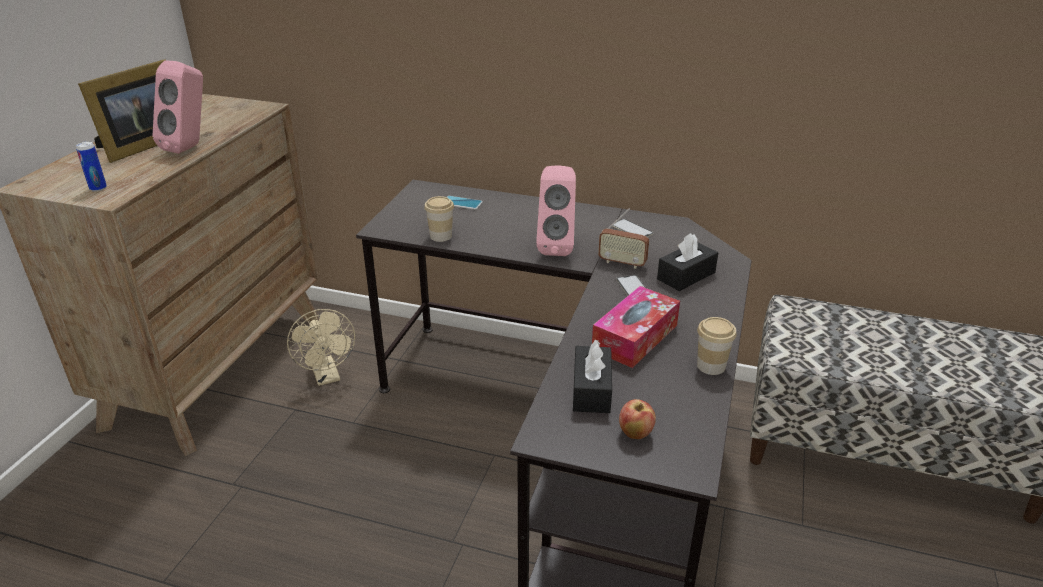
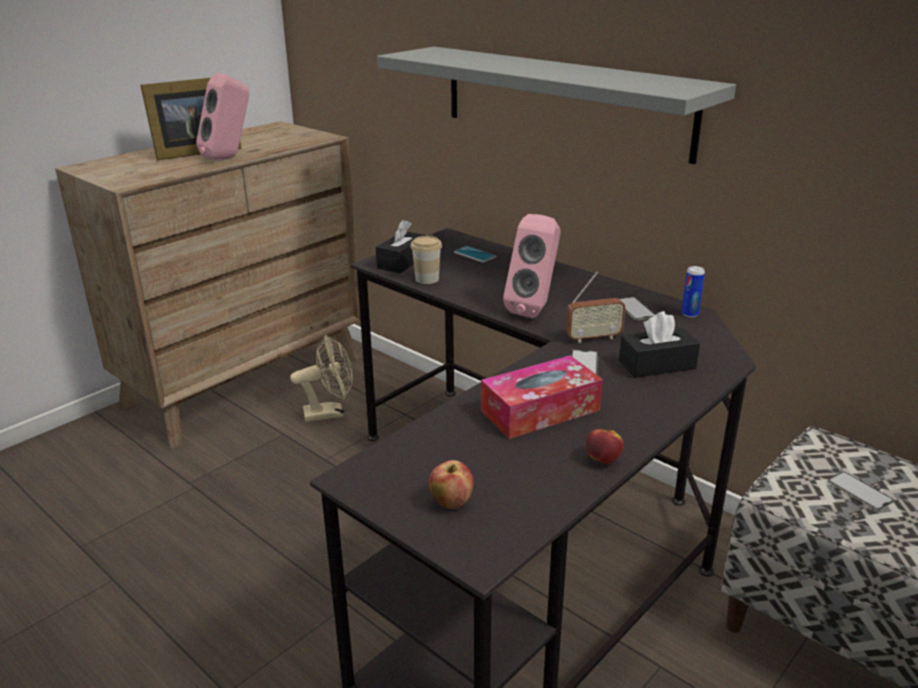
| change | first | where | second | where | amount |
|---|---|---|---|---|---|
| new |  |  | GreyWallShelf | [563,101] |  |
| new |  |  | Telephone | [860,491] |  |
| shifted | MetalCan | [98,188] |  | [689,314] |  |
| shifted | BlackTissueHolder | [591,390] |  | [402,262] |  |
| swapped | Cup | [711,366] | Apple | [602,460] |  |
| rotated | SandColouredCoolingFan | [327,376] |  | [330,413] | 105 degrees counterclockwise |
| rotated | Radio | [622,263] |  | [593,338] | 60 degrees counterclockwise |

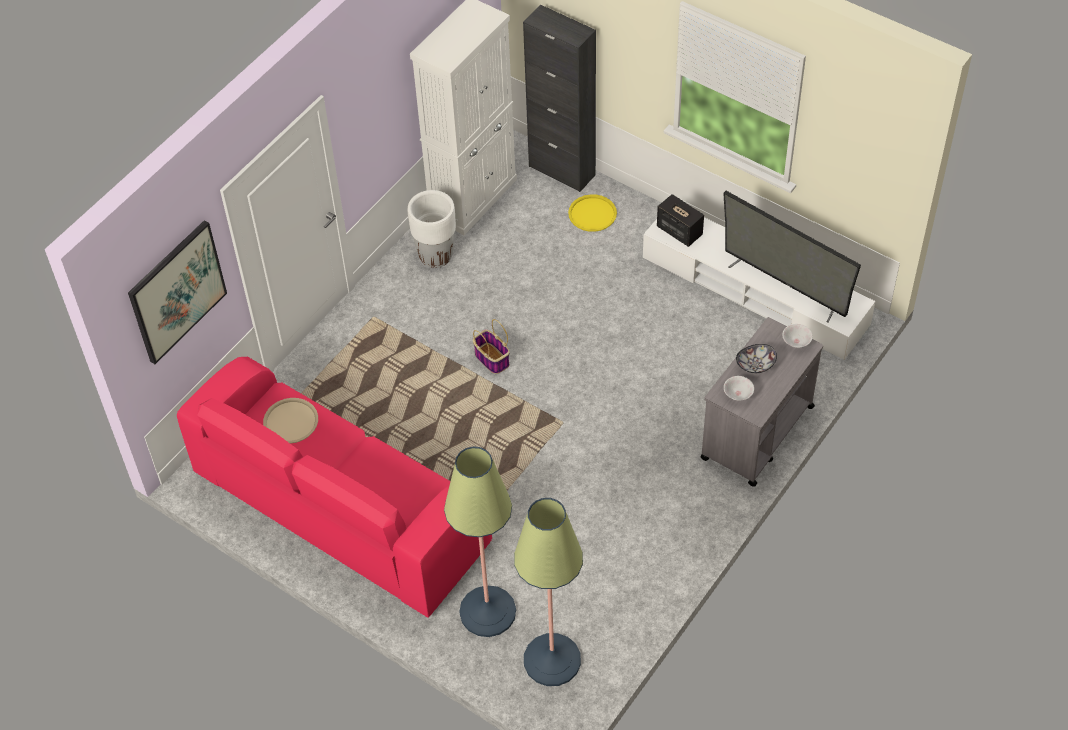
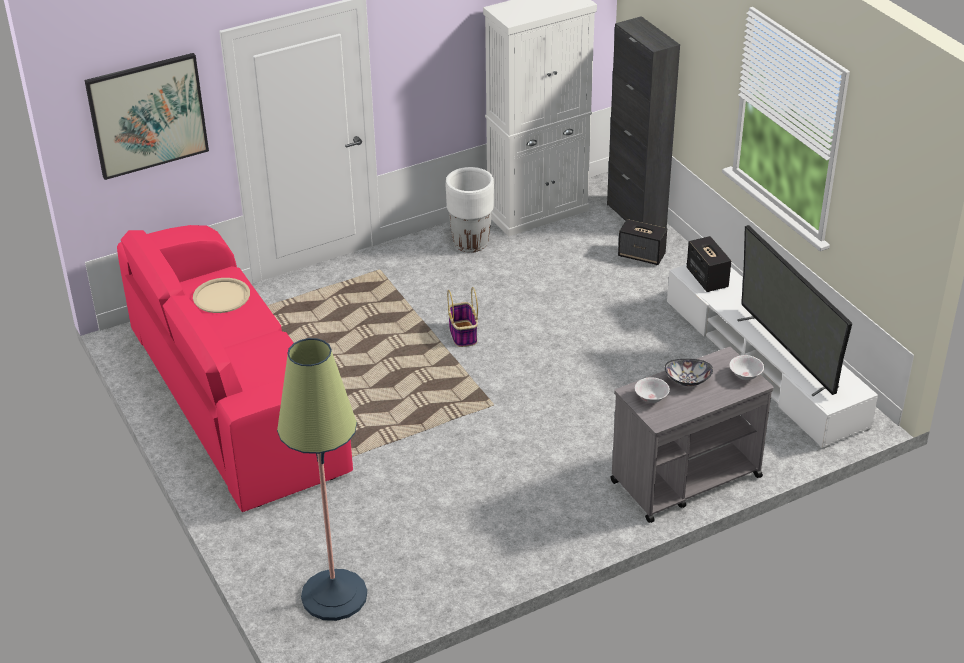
| change | first | where | second | where | amount |
|---|---|---|---|---|---|
| gone | StandingLamp | [487,612] |  |  |  |
| swapped | YellowServingTray | [592,214] | Speaker | [642,255] |  |

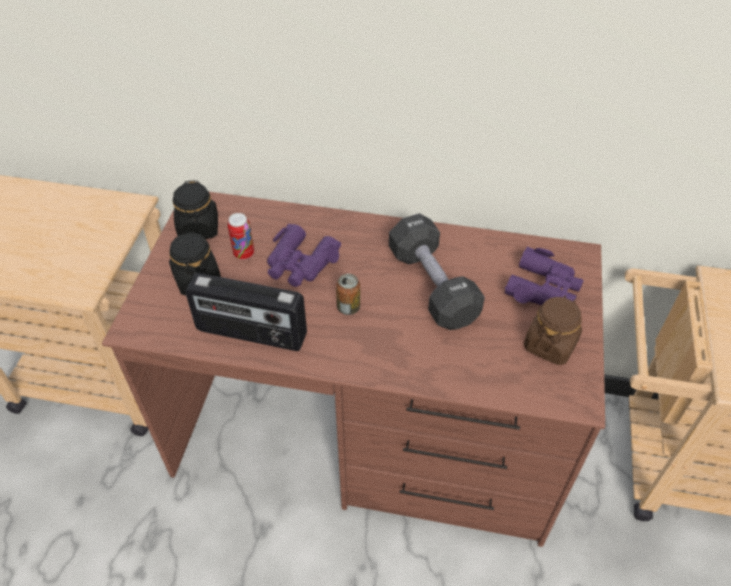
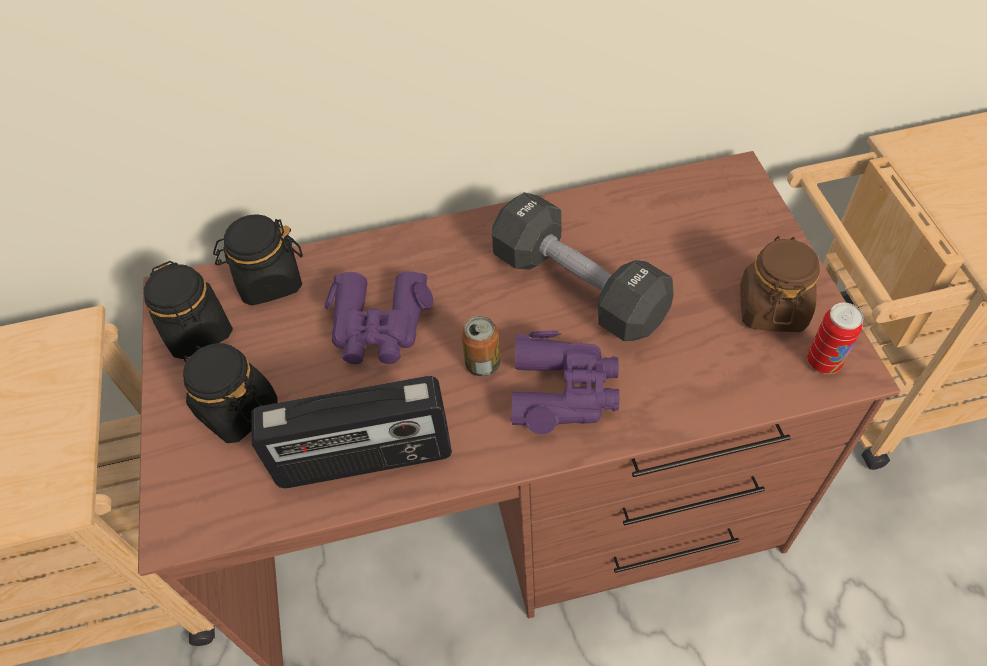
| change | first | where | second | where | amount |
|---|---|---|---|---|---|
| new |  |  | BlackJar | [270,281] |  |
| shifted | MetalCan | [244,254] |  | [823,362] |  |
| shifted | PurplePairOfBinoculars | [543,288] |  | [564,390] |  |

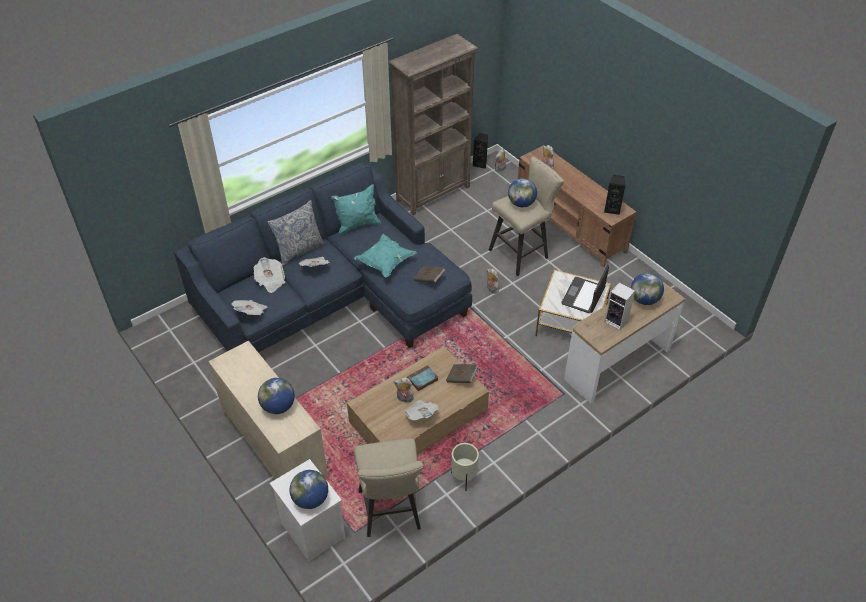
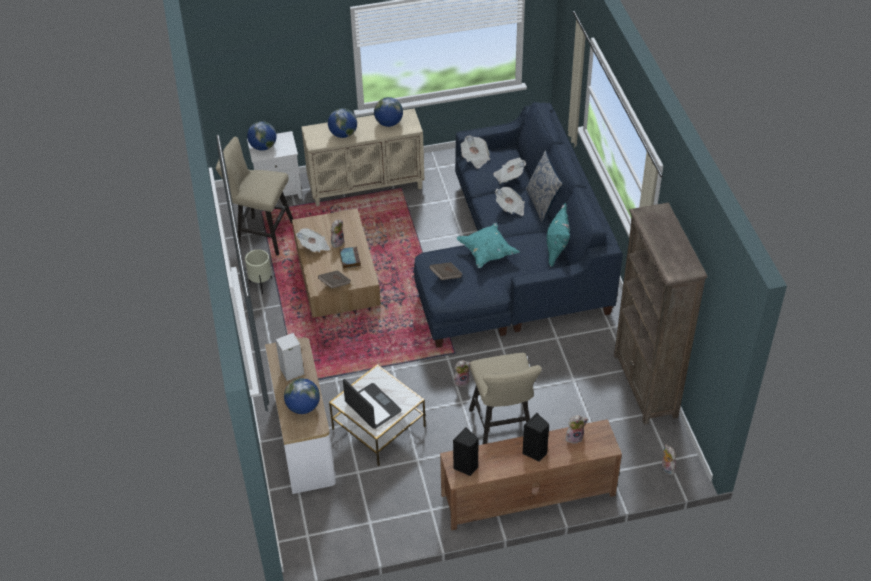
| change | first | where | second | where | amount |
|---|---|---|---|---|---|
| shifted | BlackSpeaker | [480,164] |  | [535,452] |  |
| shifted | WorldGlobe | [521,203] |  | [389,123] |  |

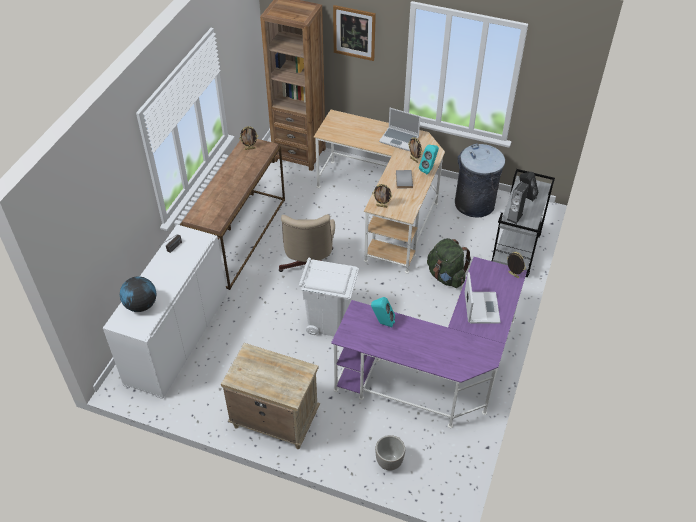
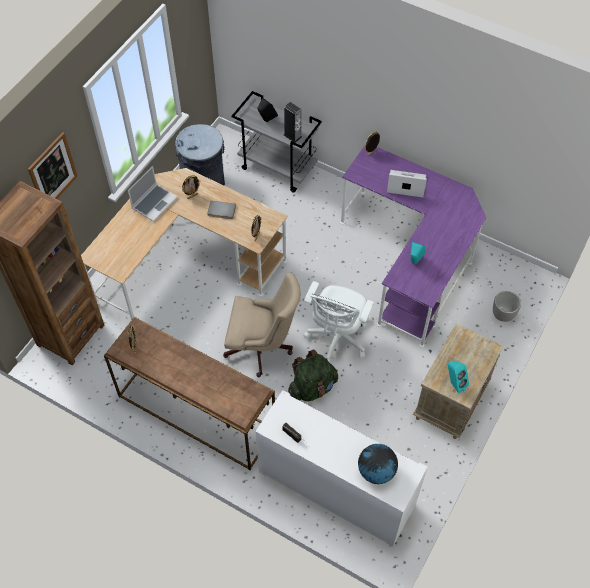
| change | first | where | second | where | amount |
|---|---|---|---|---|---|
| shifted | TurquoiseColouredSpeaker | [429,169] |  | [454,383] |  |
| shifted | GreenColouredRucksack | [446,276] |  | [312,387] |  |
| swapped | WhiteColouredRubbishBin | [329,321] | WhiteColouredComputerChair | [337,339] |  |

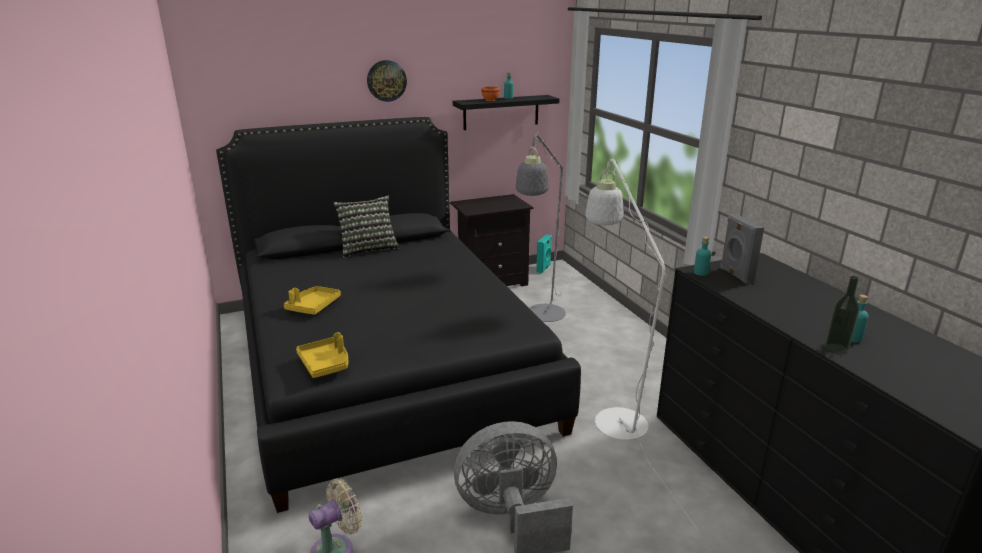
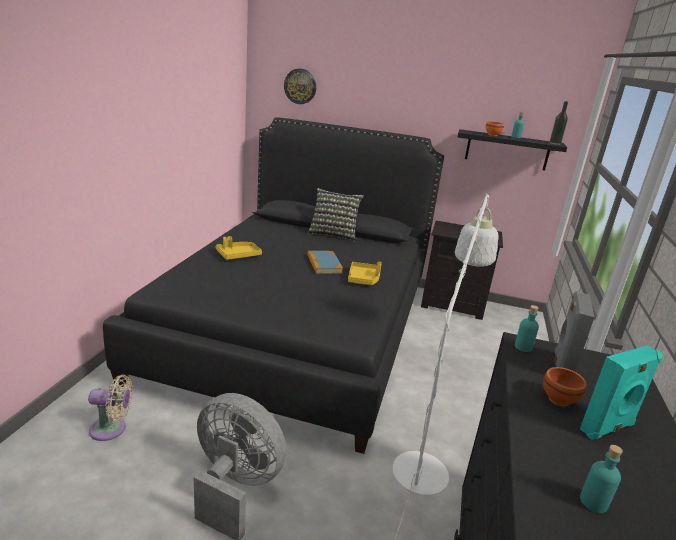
| change | first | where | second | where | amount |
|---|---|---|---|---|---|
| gone | GreyStandingLamp | [543,317] |  |  |  |
| new |  |  | BoundBook | [324,264] |  |
| new |  |  | BrownDeepDish | [558,400] |  |
| shifted | YellowServingTray | [326,364] |  | [364,279] |  |
| shifted | ClockOnTheWall | [386,80] |  | [300,86] |  |
| shifted | TurquoiseColouredSpeaker | [544,269] |  | [608,428] |  |
| shifted | BeverageBottle | [836,348] |  | [555,143] |  |

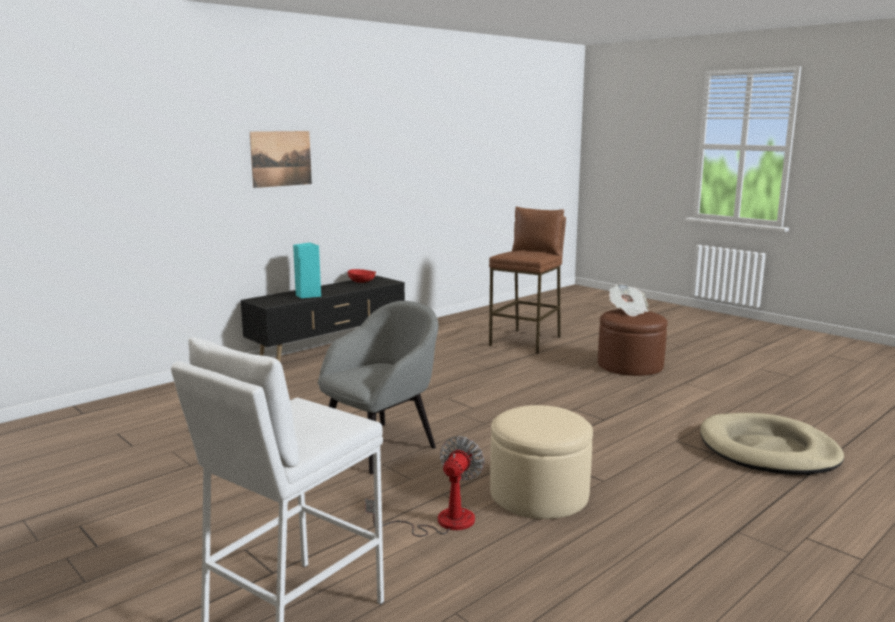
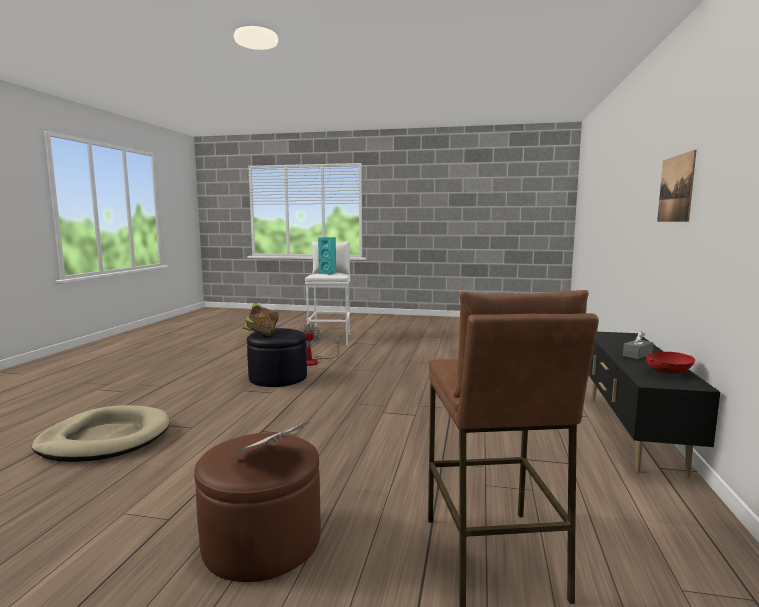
| change | first | where | second | where | amount |
|---|---|---|---|---|---|
| gone | GreyEasyChair | [380,446] |  |  |  |
| new |  |  | BoundBook | [261,333] |  |
| new |  |  | GreyTissueHolder | [637,355] |  |
| shifted | TurquoiseColouredSpeaker | [307,295] |  | [328,273] |  |
| repainted | SandColouredFootrest | [539,494] | BlackFootrest | [278,378] |  |

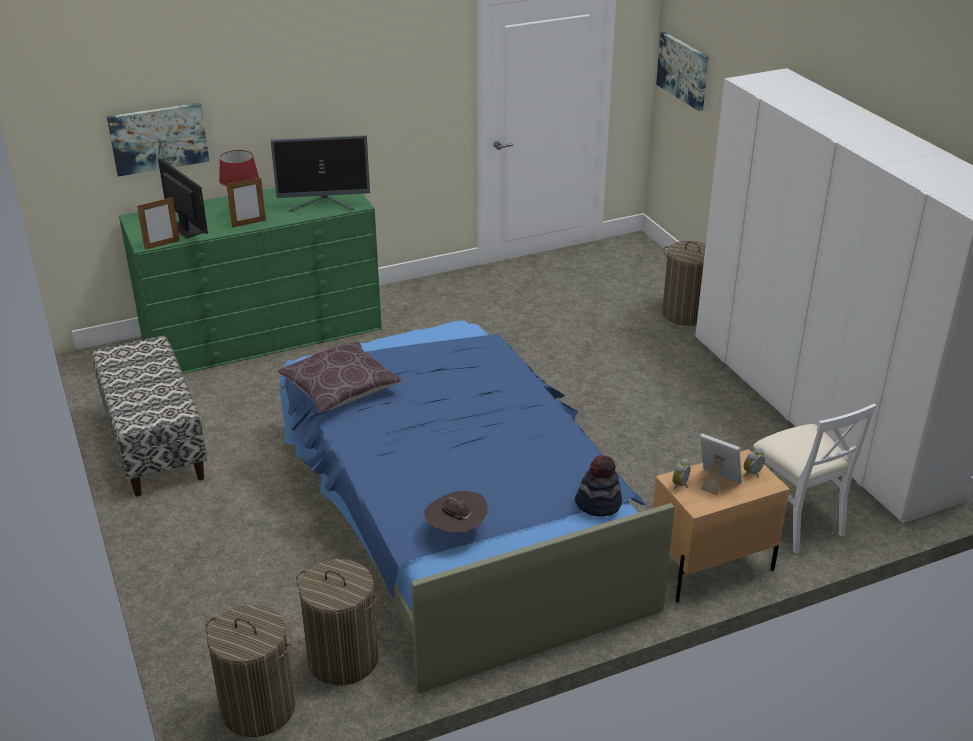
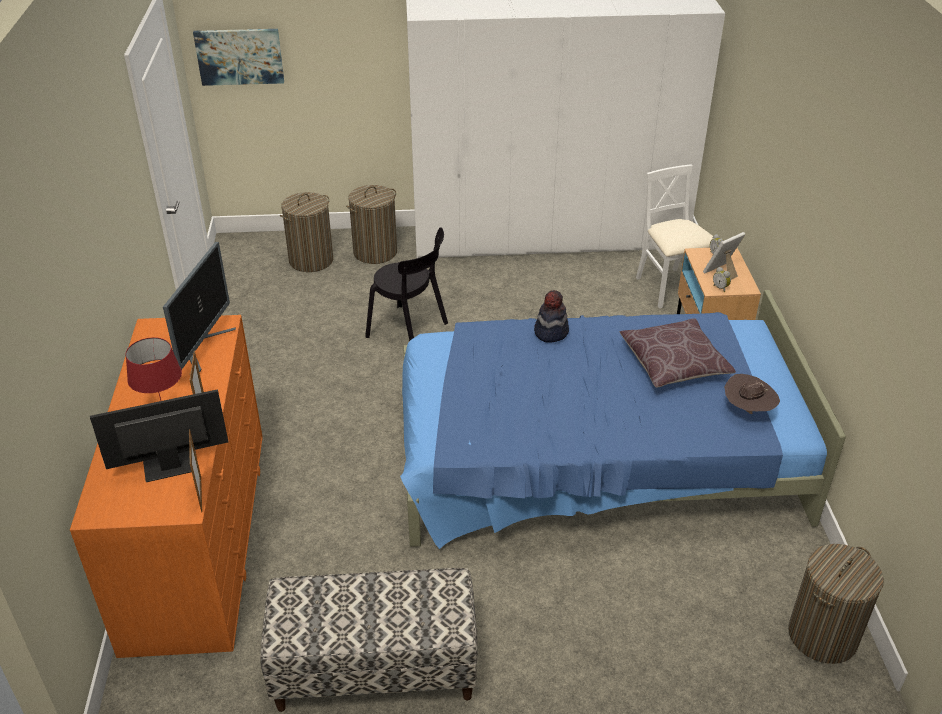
| change | first | where | second | where | amount |
|---|---|---|---|---|---|
| gone | WallPicture | [158,138] |  |  |  |
| new |  |  | BlackUprightChair | [410,331] |  |
| shifted | BrownThrowPillow | [340,389] |  | [674,364] |  |
| shifted | WashingBasket | [343,659] |  | [311,260] |  |
| shifted | Hat | [598,503] |  | [550,332] |  |
| repainted | GreenColouredDrawerChest | [262,333] | OrangeDrawerChest | [198,535] |  |
| rotated | WhiteColouredUprightChair | [795,521] |  | [670,288] | 105 degrees counterclockwise |

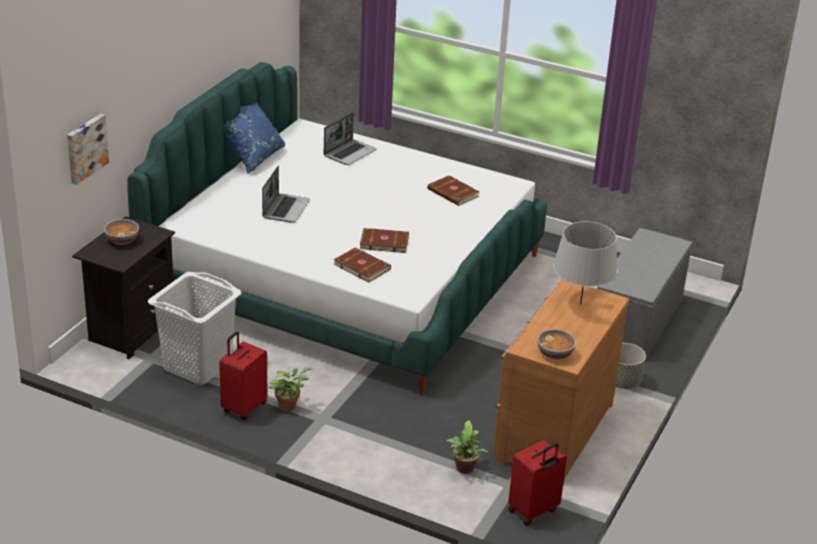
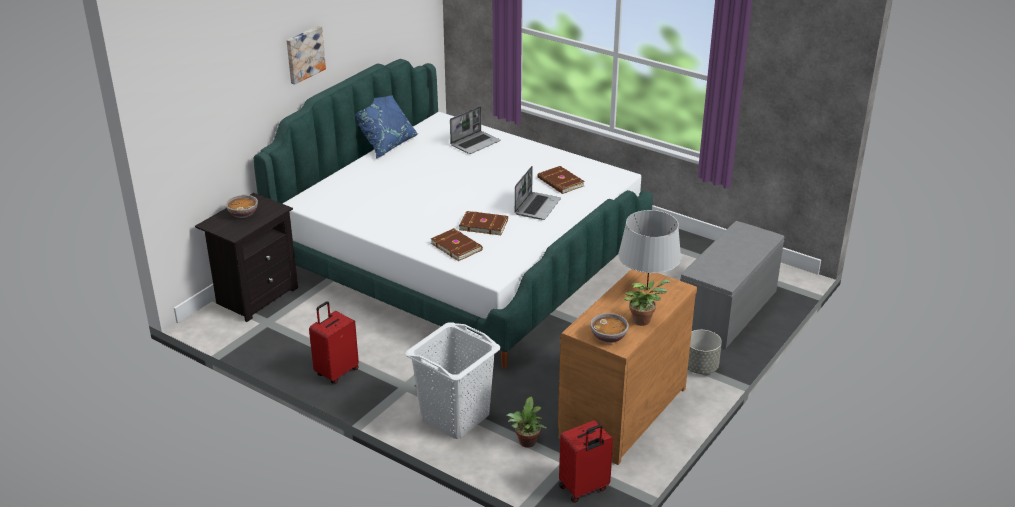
| change | first | where | second | where | amount |
|---|---|---|---|---|---|
| shifted | WallPicture | [85,148] |  | [304,54] |  |
| shifted | WhiteColouredWashingBasket | [198,366] |  | [455,417] |  |
| shifted | NotebookComputer | [285,209] |  | [537,206] |  |
| shifted | Houseplant | [289,405] |  | [643,319] |  |

